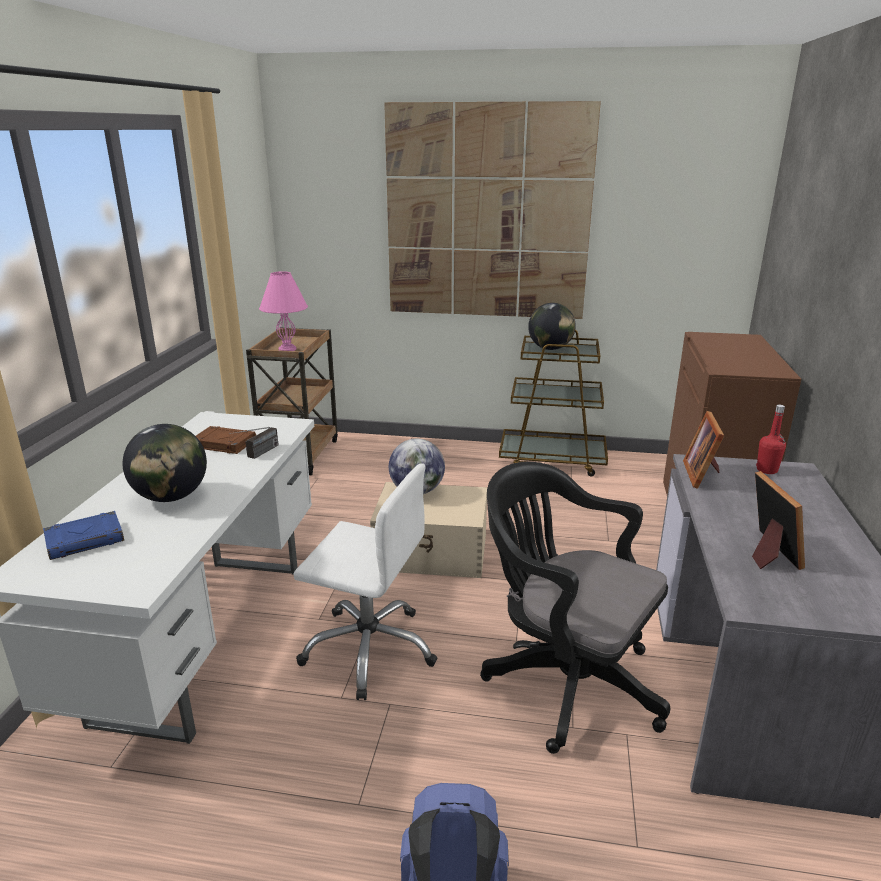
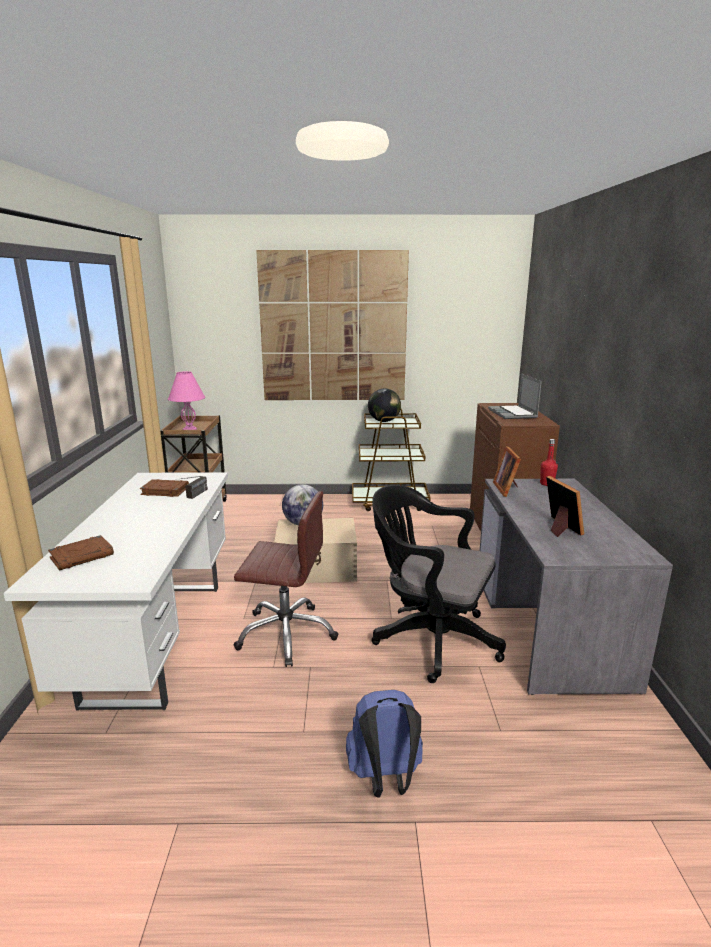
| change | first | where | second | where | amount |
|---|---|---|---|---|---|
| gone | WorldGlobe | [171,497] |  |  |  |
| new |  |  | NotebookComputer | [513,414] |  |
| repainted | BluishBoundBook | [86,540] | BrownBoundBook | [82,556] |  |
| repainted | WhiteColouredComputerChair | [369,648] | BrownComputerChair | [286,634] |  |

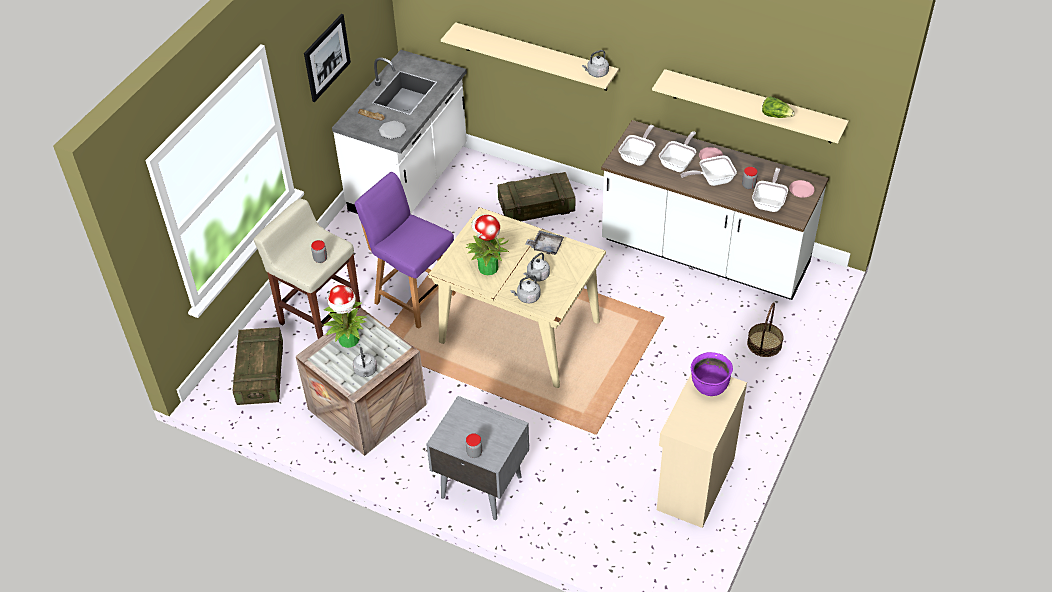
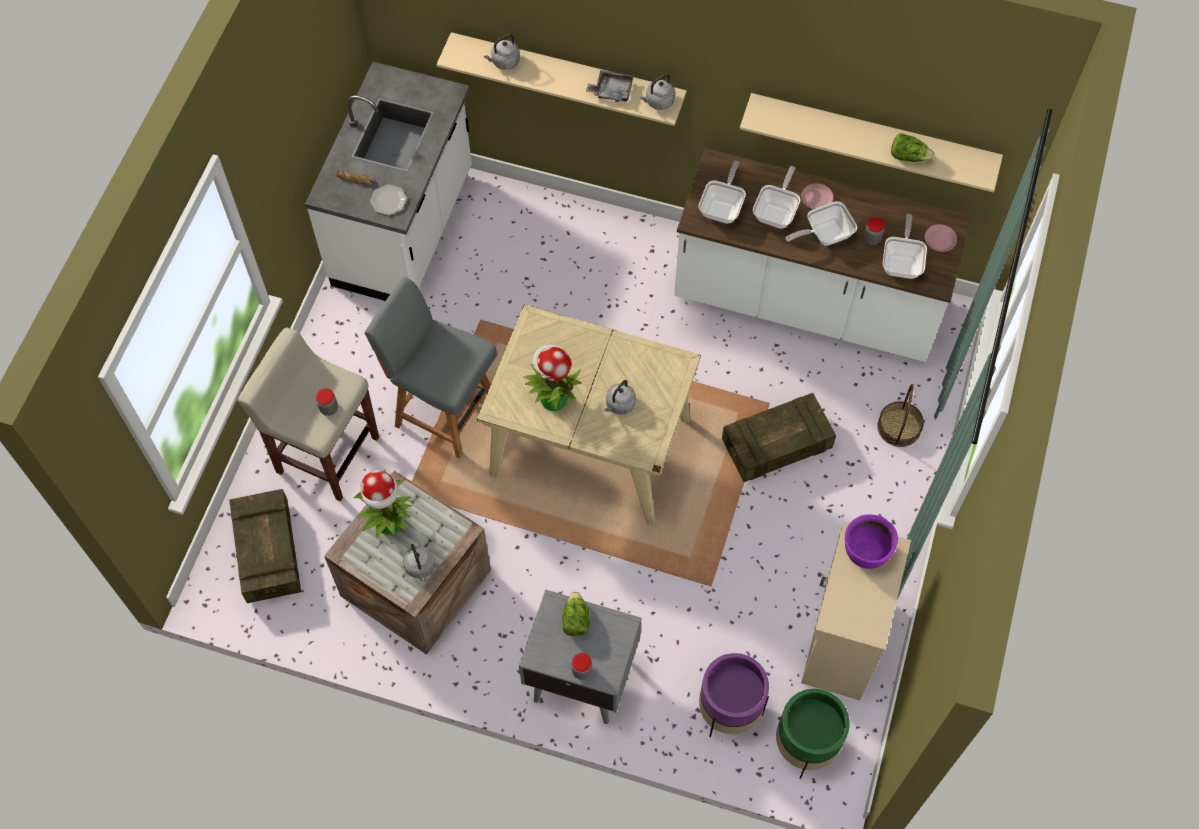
| change | first | where | second | where | amount |
|---|---|---|---|---|---|
| gone | WallPicture | [327,57] |  |  |  |
| new |  |  | LettuceHead | [575,619] |  |
| new |  |  | PurplePlanter | [729,710] |  |
| new |  |  | GreenColouredPlanter | [805,745] |  |
| shifted | Crate | [536,207] |  | [776,445] |  |
| shifted | GreyTeaKettle | [527,297] |  | [504,62] |  |
| shifted | GreyServingTray | [545,246] |  | [611,91] |  |
| repainted | PurpleUprightChair | [413,297] | GreyUprightChair | [444,411] |  |

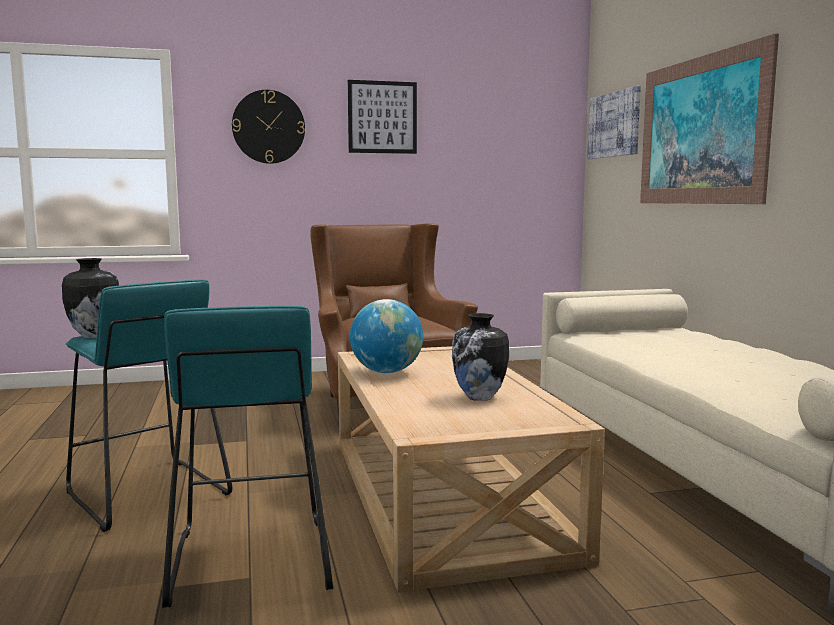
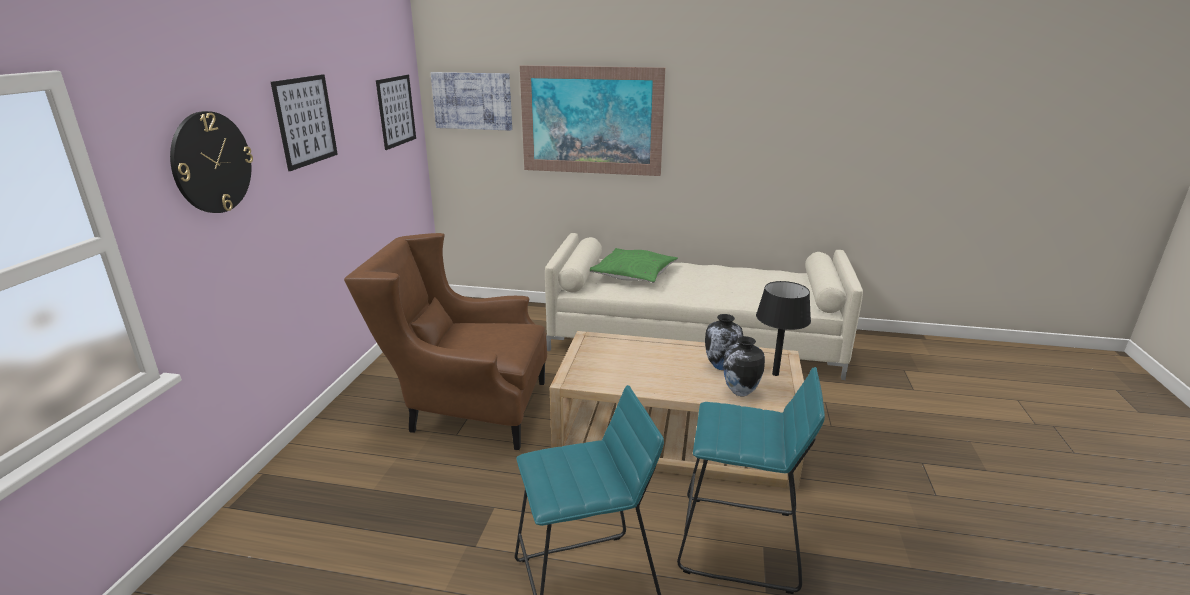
| change | first | where | second | where | amount |
|---|---|---|---|---|---|
| gone | WorldGlobe | [386,372] |  |  |  |
| new |  |  | WallPicture | [396,111] |  |
| new |  |  | GreenColouredThrowPillow | [633,274] |  |
| new |  |  | BlackTableLamp | [775,374] |  |
| shifted | DecorativeVase | [94,336] |  | [740,392] |  |

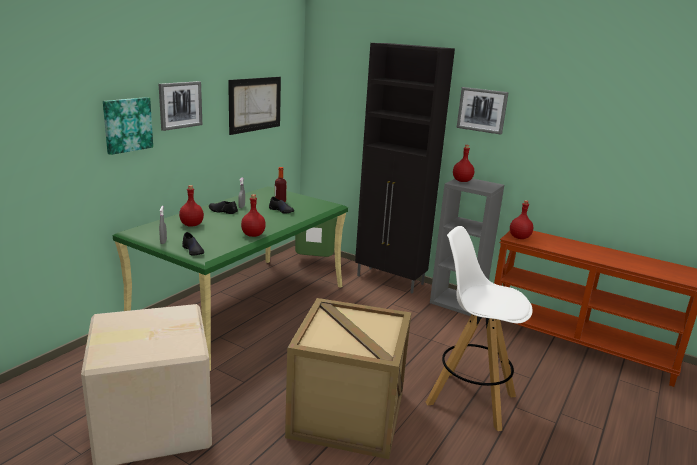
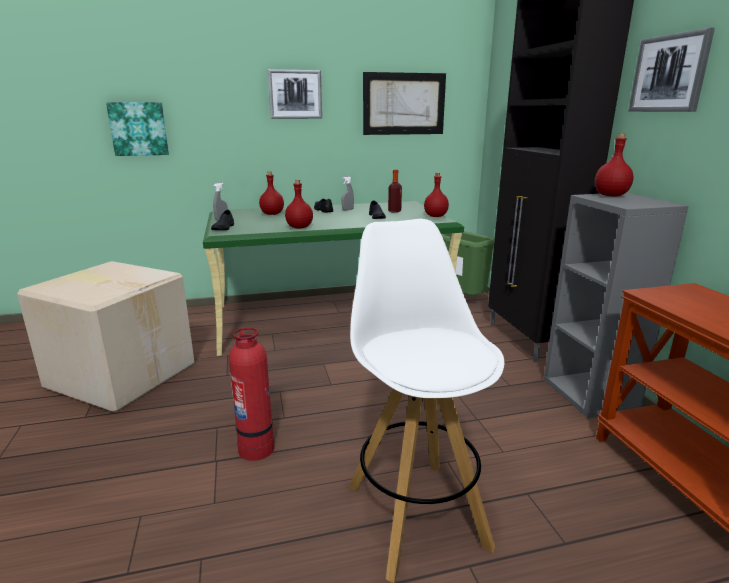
| change | first | where | second | where | amount |
|---|---|---|---|---|---|
| shifted | WallPicture | [127,124] |  | [139,129] |  |
| shifted | RedBeverageBottle | [519,237] |  | [435,216] |  |
| swapped | Crate | [349,413] | Extinguisher | [256,448] |  |

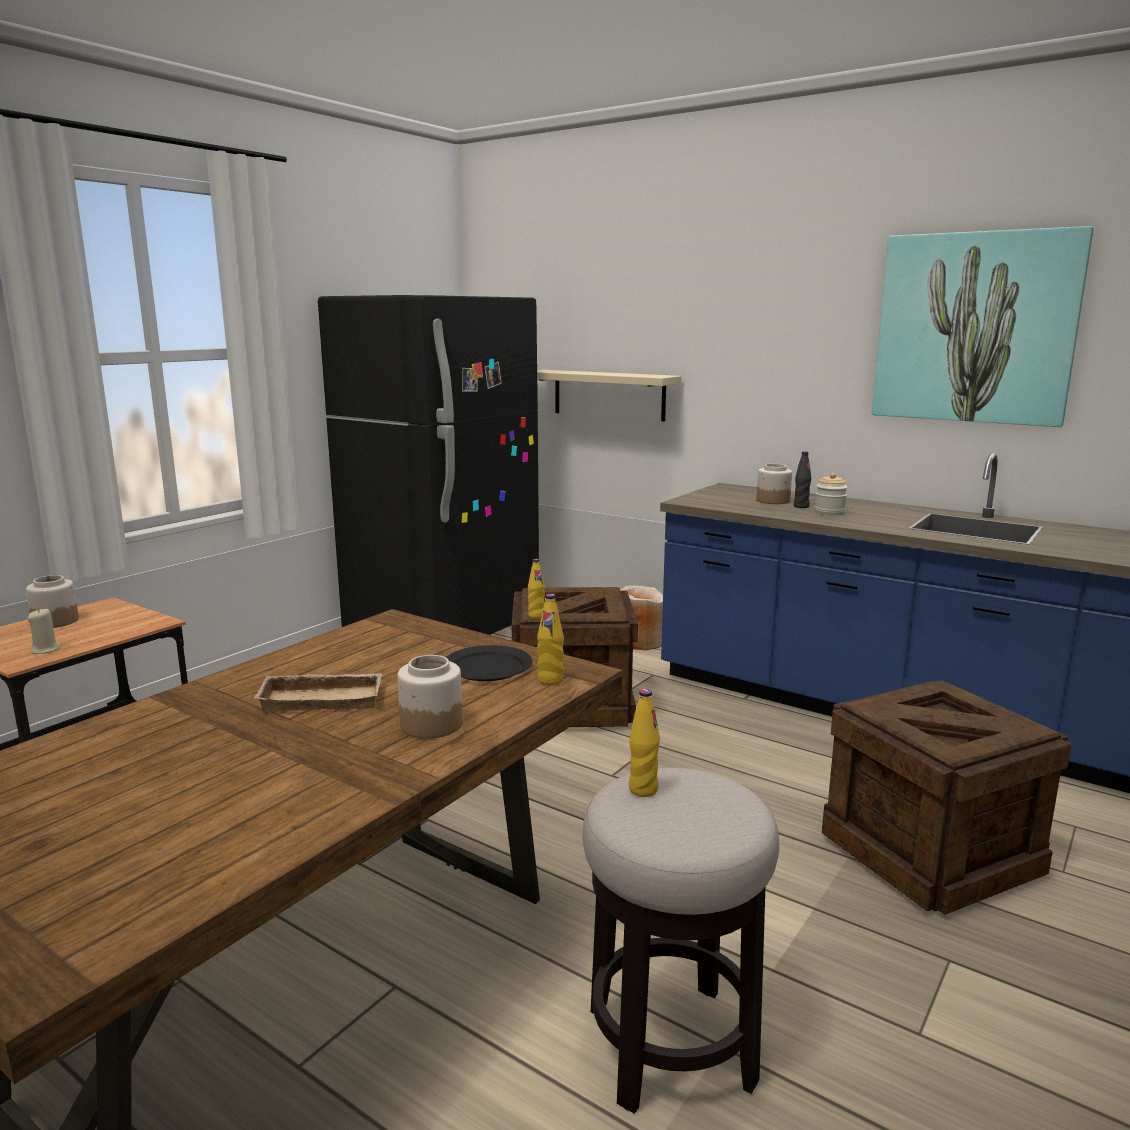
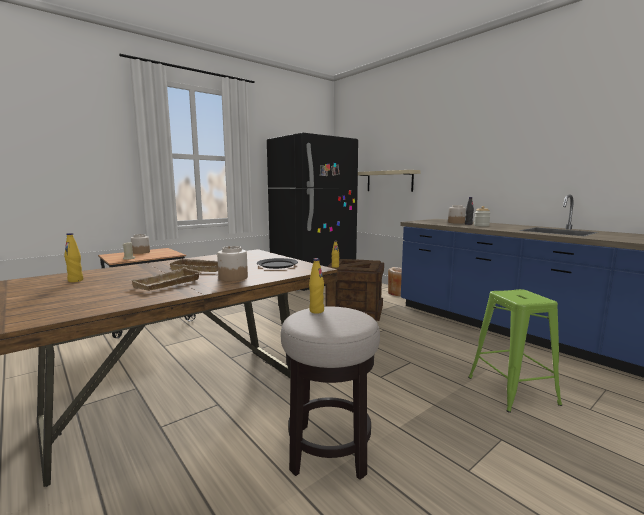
| change | first | where | second | where | amount |
|---|---|---|---|---|---|
| gone | WallPicture | [975,328] |  |  |  |
| new |  |  | SandColouredServingTray | [168,284] |  |
| shifted | YellowBeverageBottle | [550,680] |  | [75,280] |  |
| swapped | Crate | [931,853] | GreenColouredSittingStool | [511,390] |  |

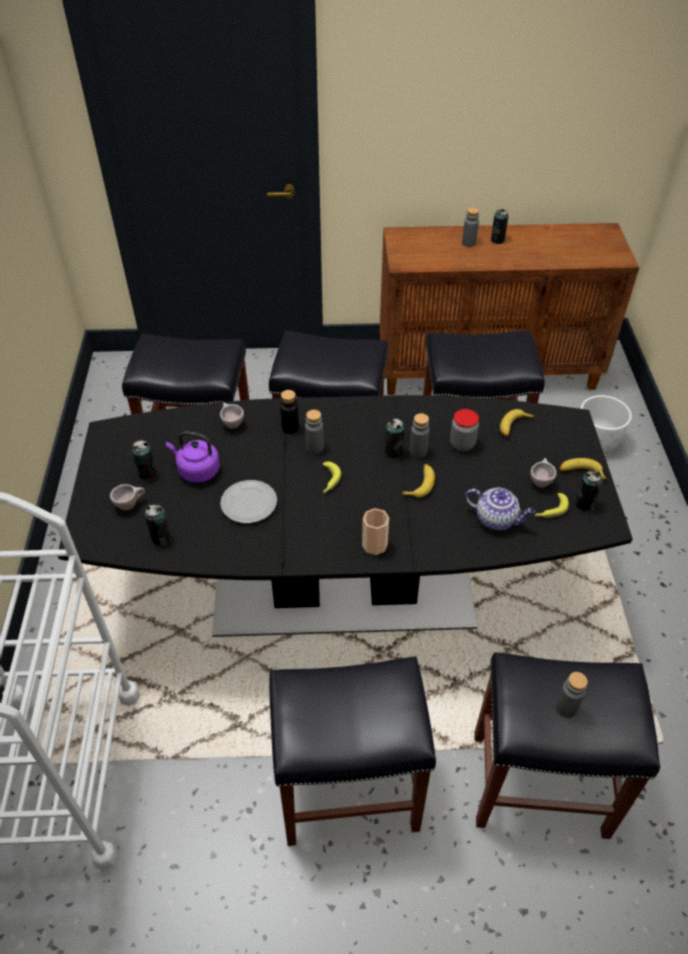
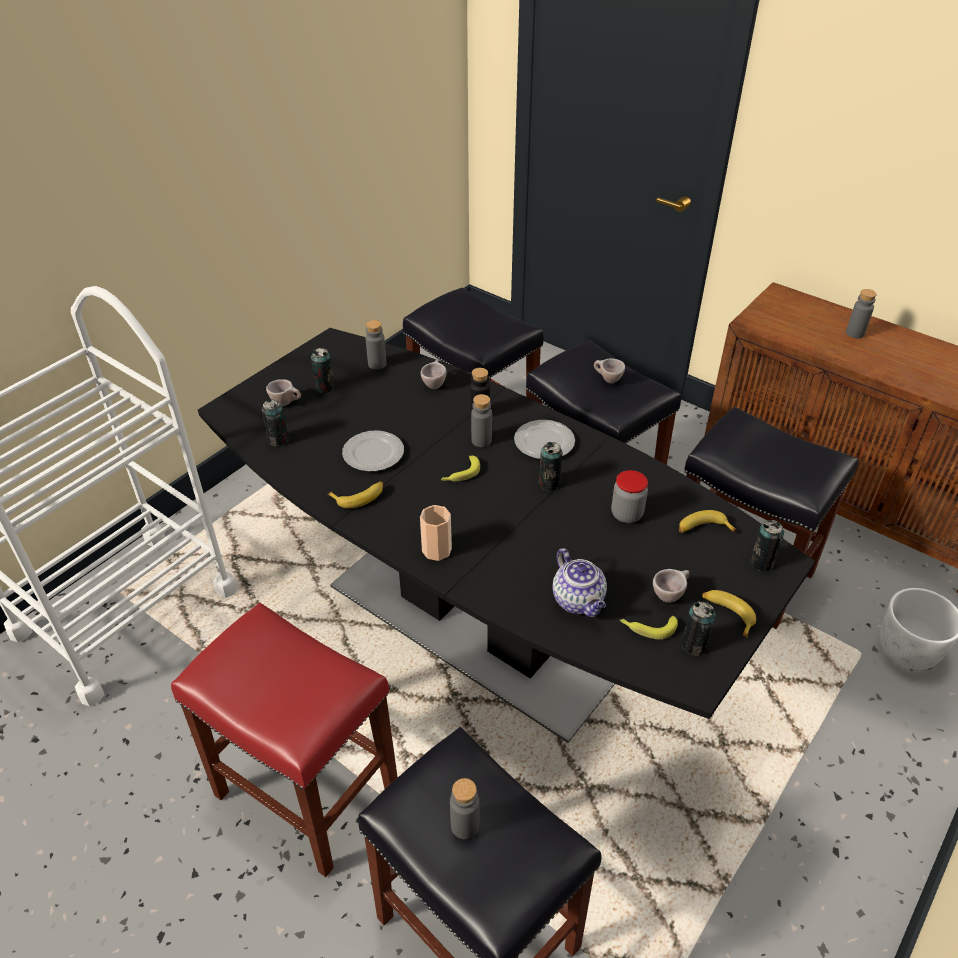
| change | first | where | second | where | amount |
|---|---|---|---|---|---|
| gone | PurpleTeaKettle | [197,470] |  |  |  |
| new |  |  | DinnerPlate | [544,442] |  |
| new |  |  | SandColouredCup | [607,380] |  |
| shifted | BananaFruit | [420,484] |  | [359,497] |  |
| shifted | GreyBeverageBottle | [418,451] |  | [377,364] |  |
| shifted | MetalCan | [497,240] |  | [761,563] |  |
| repainted | BlackSittingStool | [346,790] | RedSittingStool | [304,791] |  |

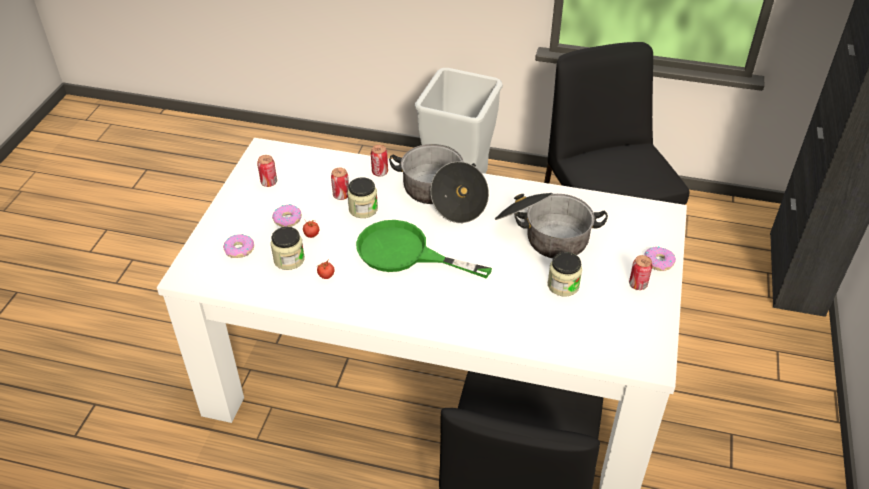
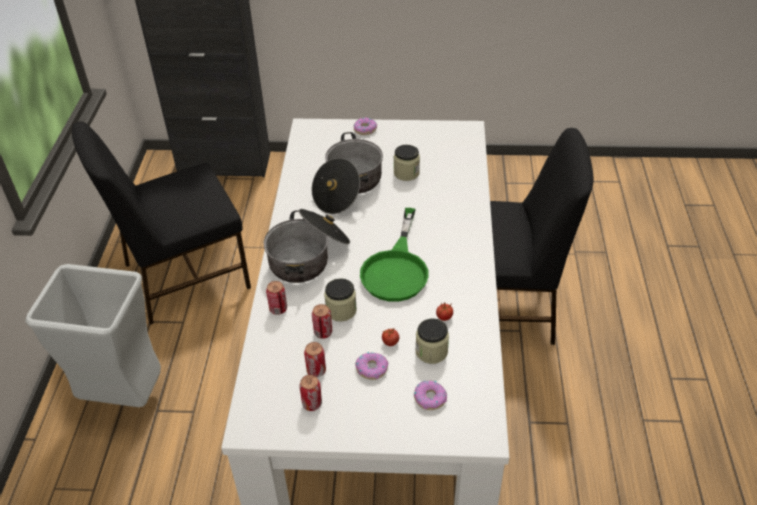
| change | first | where | second | where | amount |
|---|---|---|---|---|---|
| shifted | MetalCan | [638,284] |  | [316,371] |  |

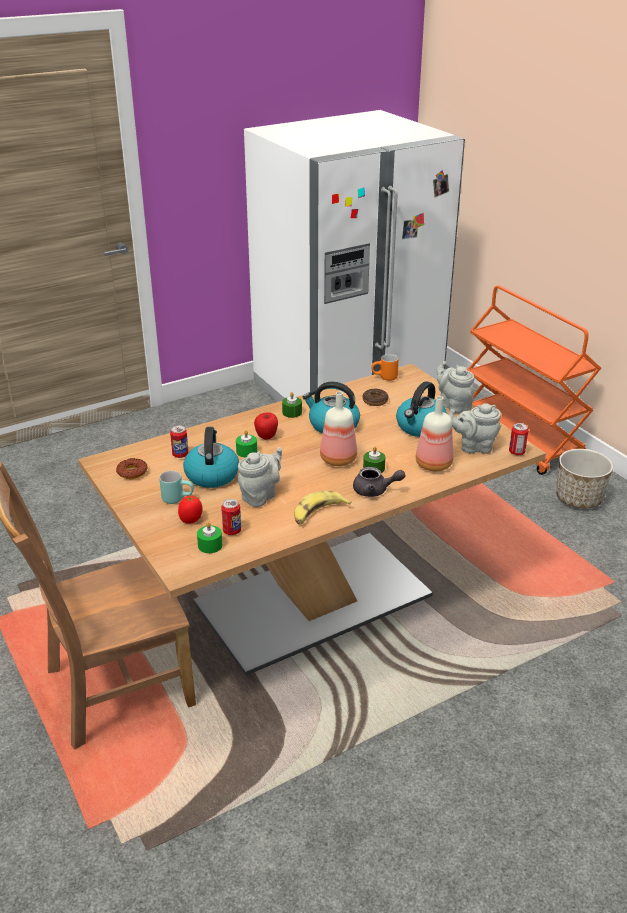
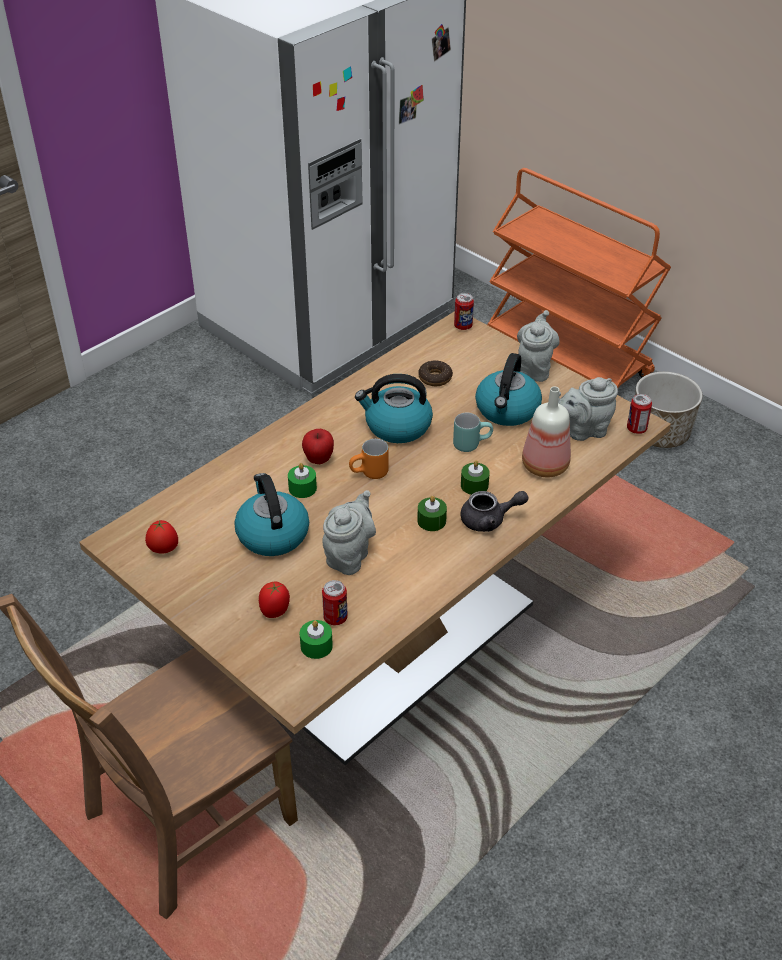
| change | first | where | second | where | amount |
|---|---|---|---|---|---|
| gone | BananaFruit | [318,513] |  |  |  |
| gone | BeverageBottle | [338,458] |  |  |  |
| shifted | TurquoiseColouredTeaMug | [178,498] |  | [471,443] |  |
| shifted | MetalCan | [180,455] |  | [463,326] |  |
| shifted | GreenColouredWaxLight | [292,412] |  | [431,521] |  |
| shifted | OrangeTeaMug | [384,378] |  | [370,474] |  |
| swapped | RingDoughnut | [132,472] | FreshTomato | [163,550] |  |
| rotated | GreyPotForTea | [453,405] |  | [534,368] | 60 degrees clockwise |

